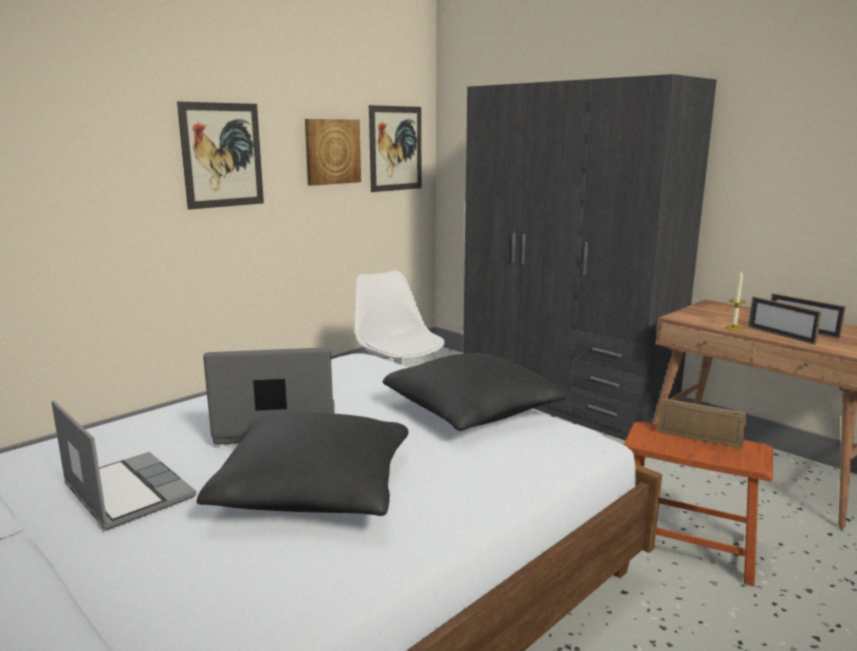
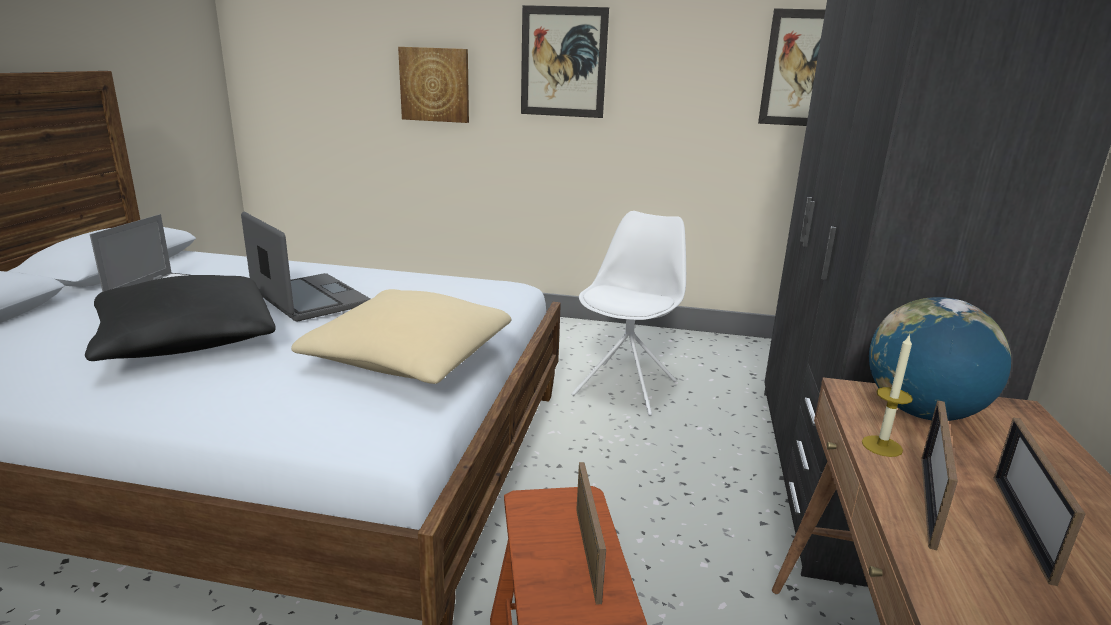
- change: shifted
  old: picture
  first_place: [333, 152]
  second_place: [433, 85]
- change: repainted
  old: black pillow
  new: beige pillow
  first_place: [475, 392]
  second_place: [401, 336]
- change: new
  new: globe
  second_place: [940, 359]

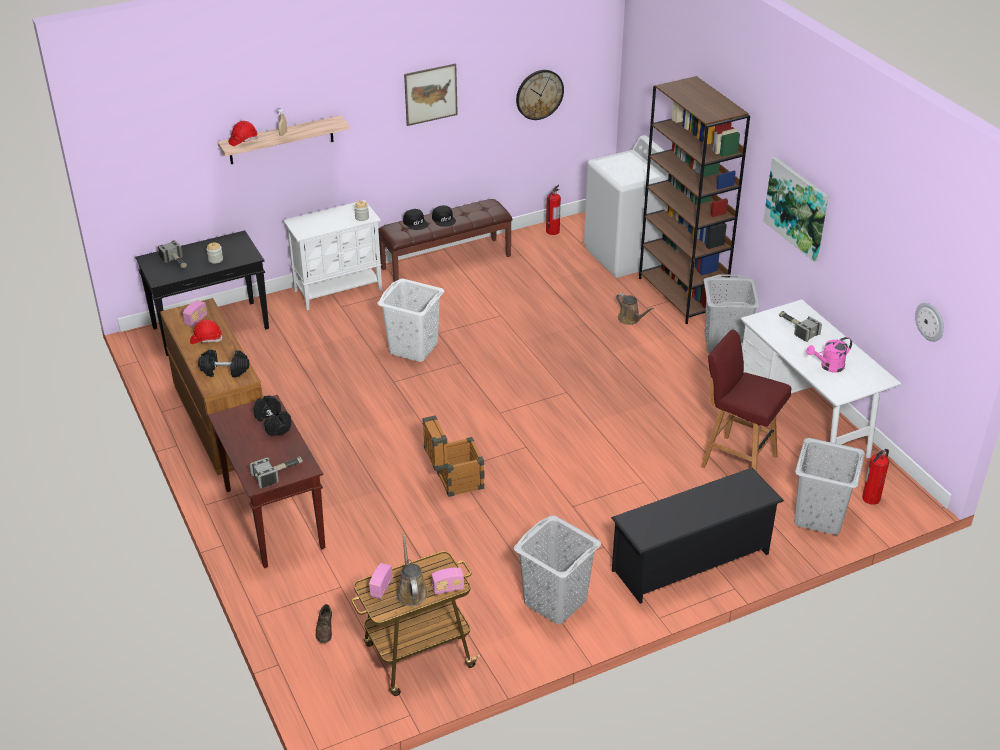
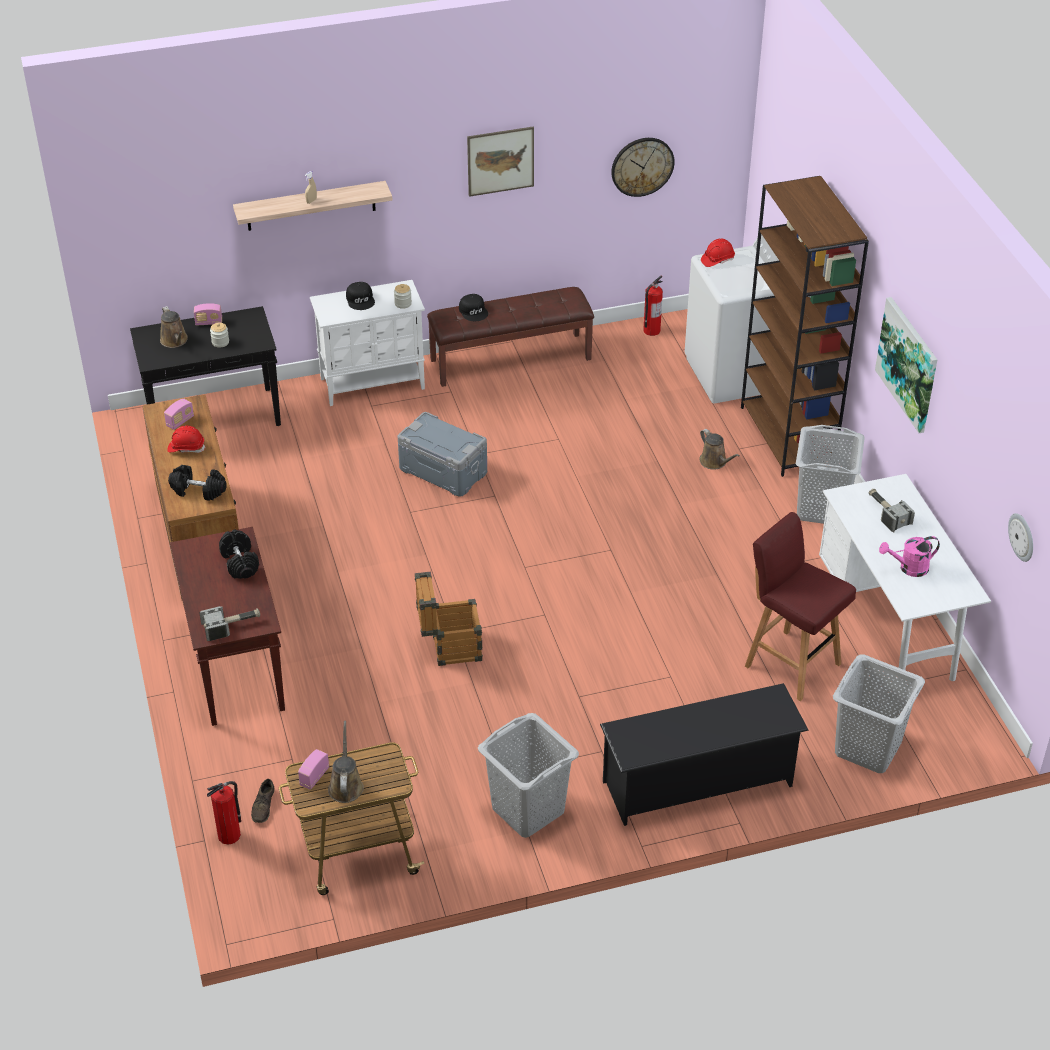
- change: shifted
  old: red hard hat
  first_place: [243, 133]
  second_place: [718, 252]
- change: shifted
  old: black cap
  first_place: [444, 216]
  second_place: [360, 296]
- change: swapped
  old: hammer
  new: brown watering can
  first_place: [172, 254]
  second_place: [174, 327]
- change: swapped
  old: white laundry basket
  new: grey storage box
  first_place: [411, 320]
  second_place: [442, 454]
- change: shifted
  old: fire extinguisher
  first_place: [875, 477]
  second_place: [224, 813]
- change: shifted
  old: radio
  first_place: [448, 581]
  second_place: [208, 314]

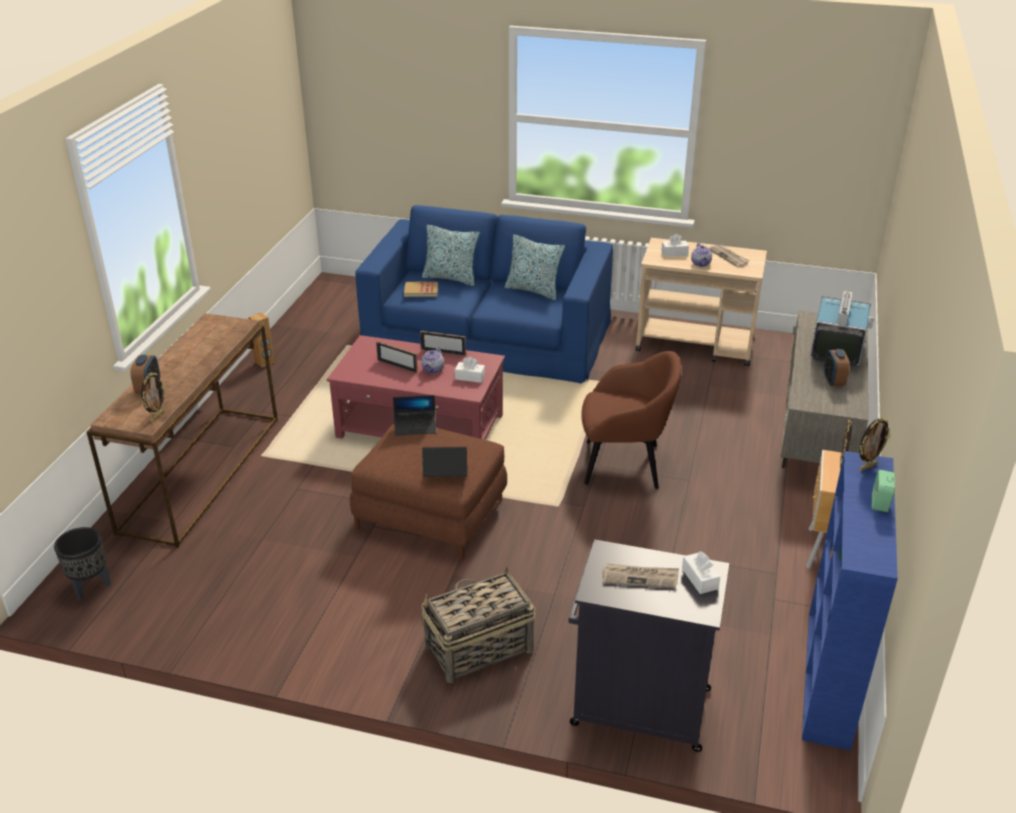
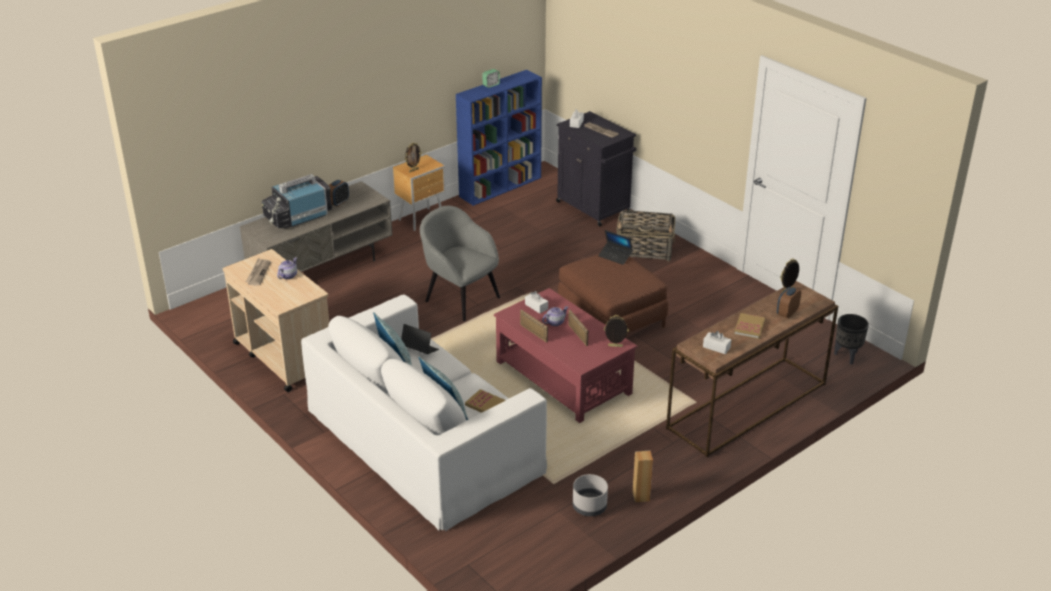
- change: repainted
  old: blue sofa
  new: white sofa
  first_place: [484, 294]
  second_place: [424, 412]
- change: shifted
  old: white tissue box
  first_place: [675, 245]
  second_place: [717, 342]
- change: repainted
  old: brown armchair
  new: grey armchair
  first_place: [631, 420]
  second_place: [460, 263]
- change: shifted
  old: laptop
  first_place: [414, 415]
  second_place: [420, 339]
- change: shifted
  old: picture frame
  first_place: [874, 444]
  second_place: [616, 331]
- change: new
  new: book
  second_place: [749, 326]
- change: new
  new: grey planter
  second_place: [590, 495]

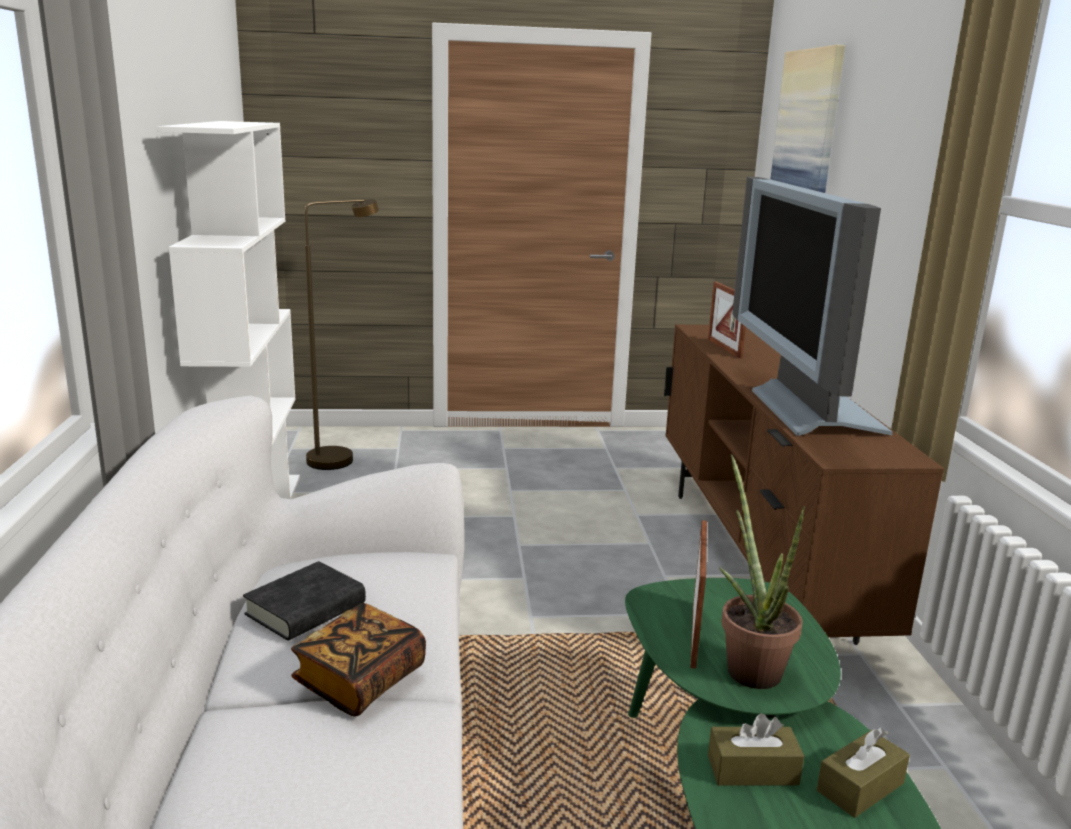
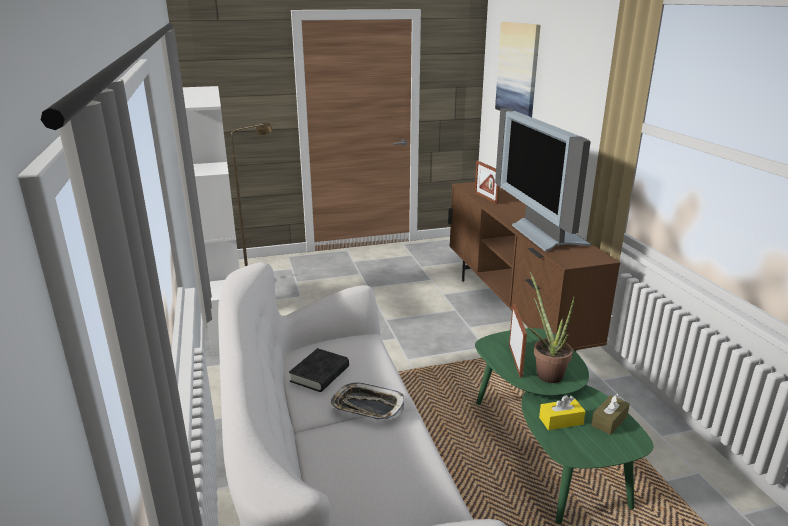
- change: swapped
  old: book
  new: tray
  first_place: [358, 660]
  second_place: [367, 401]
- change: repainted
  old: brown tissue box
  new: yellow tissue box
  first_place: [756, 749]
  second_place: [562, 412]

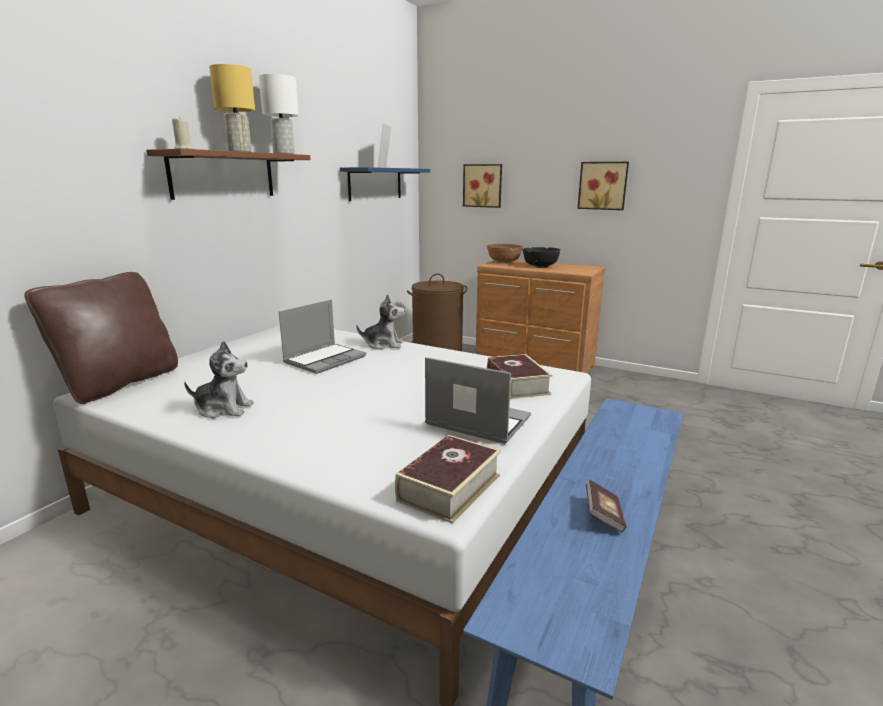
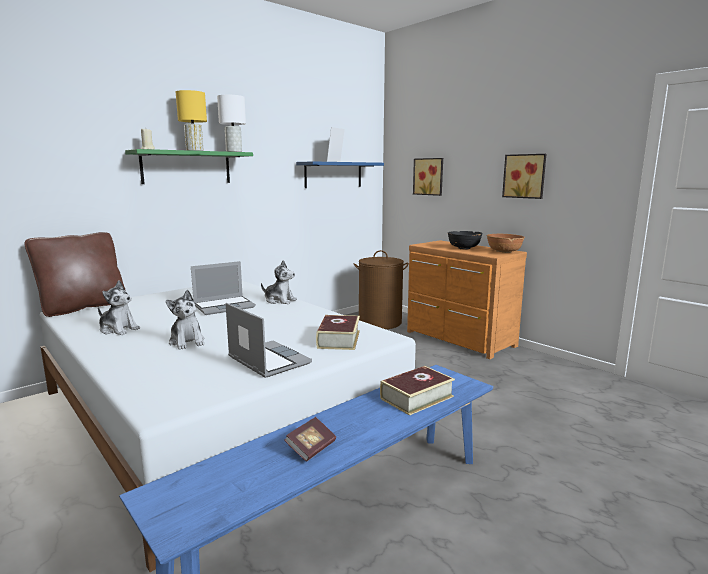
- change: repainted
  old: brown shelf
  new: green shelf
  first_place: [228, 174]
  second_place: [189, 166]
- change: shifted
  old: brown bowl
  first_place: [505, 253]
  second_place: [506, 243]
- change: shifted
  old: book
  first_place: [448, 479]
  second_place: [417, 391]
- change: new
  new: plush toy
  second_place: [185, 320]

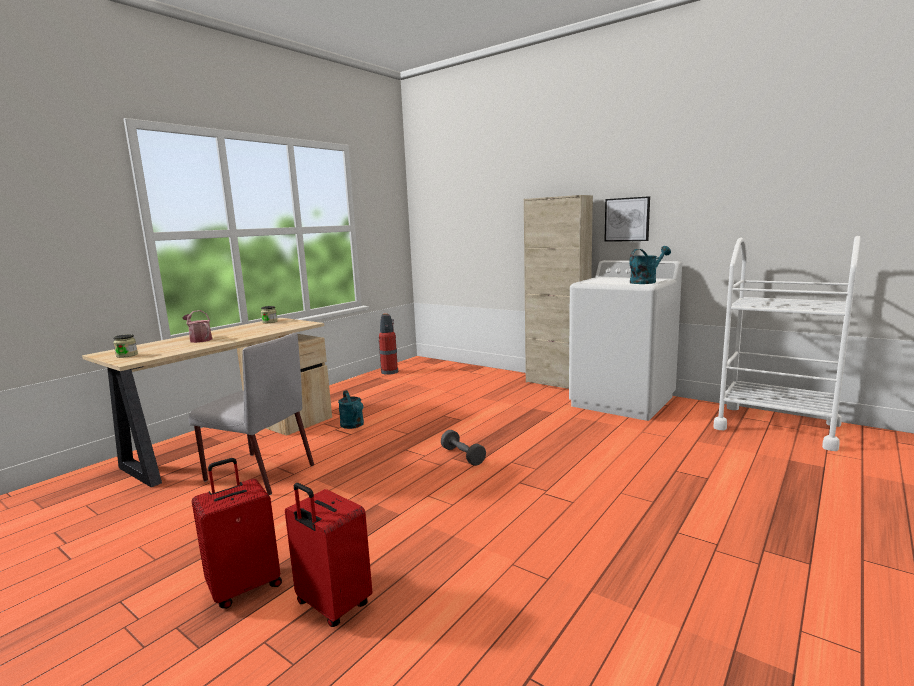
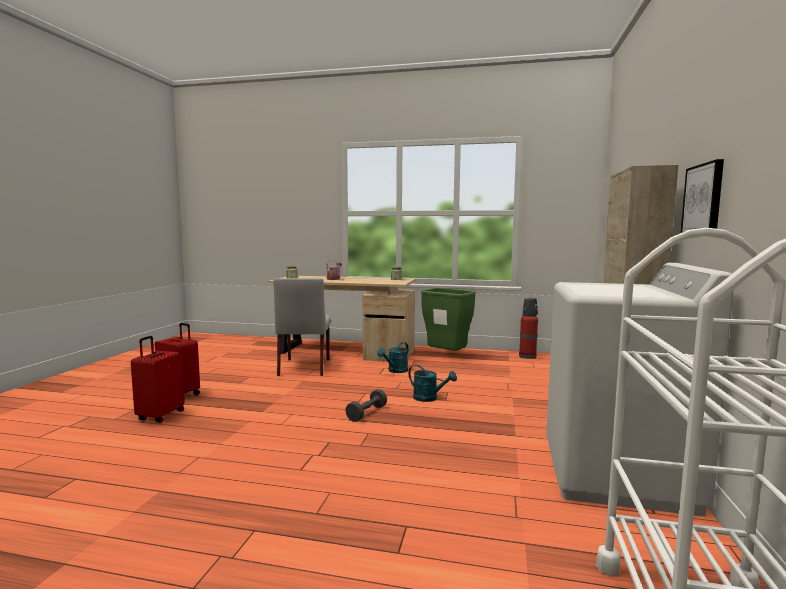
- change: shifted
  old: turquoise watering can
  first_place: [650, 265]
  second_place: [433, 383]
- change: new
  new: green trash can
  second_place: [448, 319]

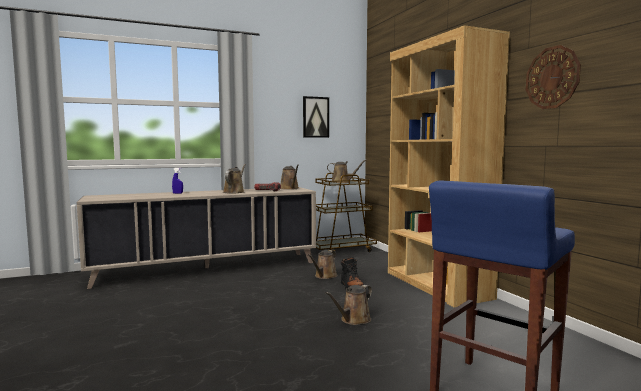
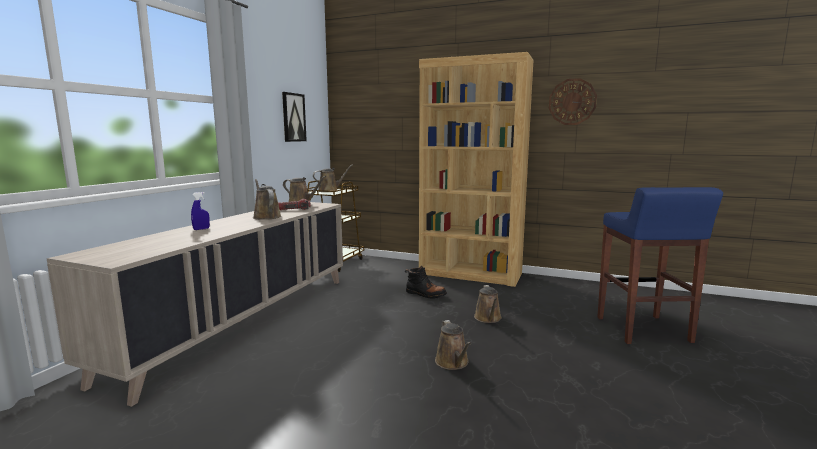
- change: shifted
  old: brown watering can
  first_place: [322, 264]
  second_place: [453, 345]

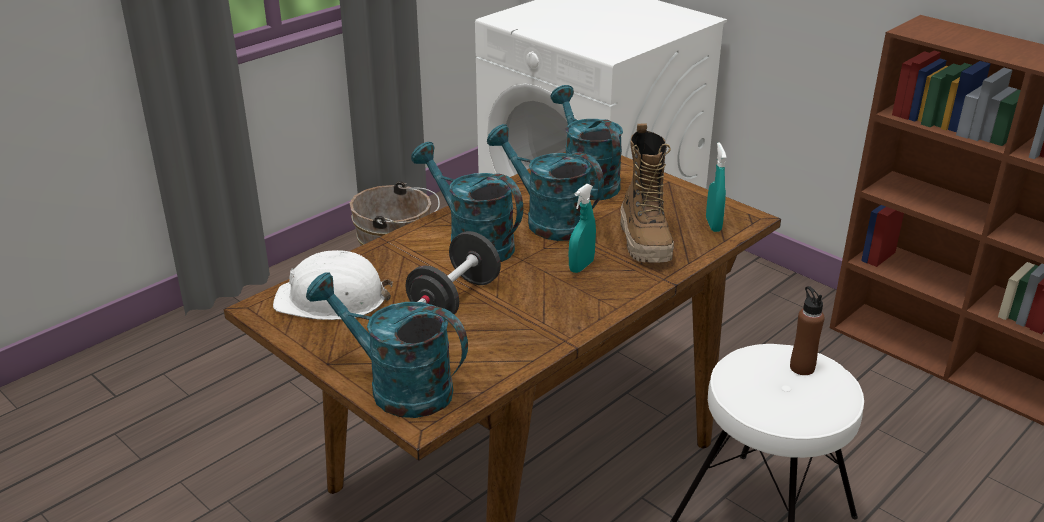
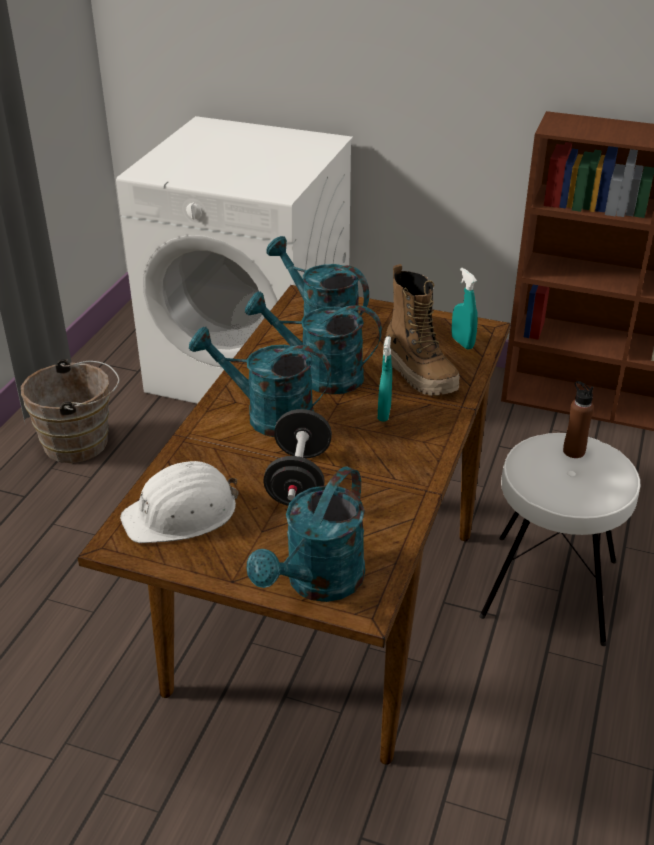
- change: rotated
  old: turquoise watering can
  first_place: [387, 345]
  second_place: [306, 534]
  degrees: -60

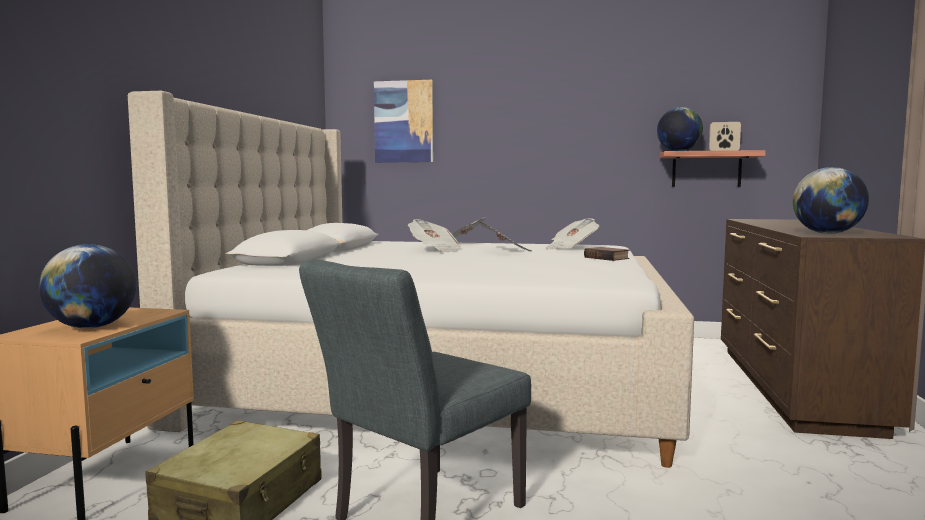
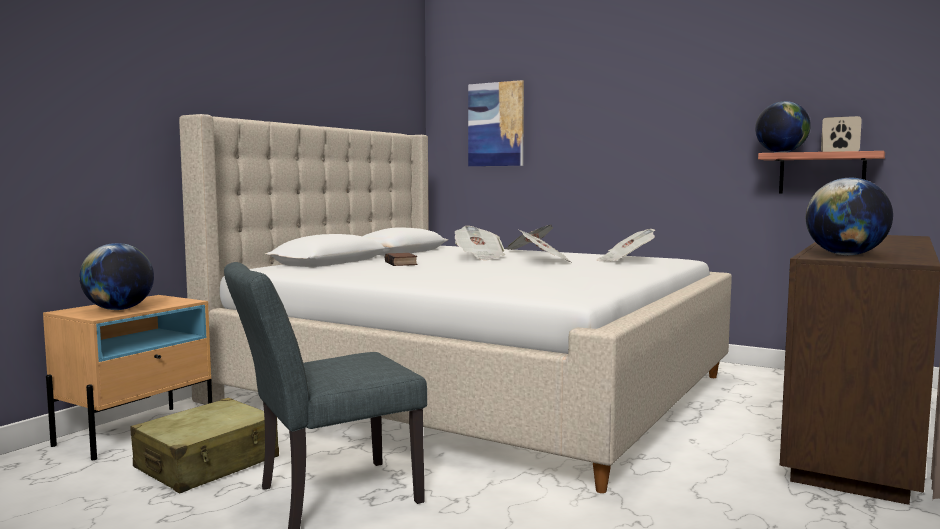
- change: shifted
  old: book
  first_place: [606, 254]
  second_place: [401, 259]

